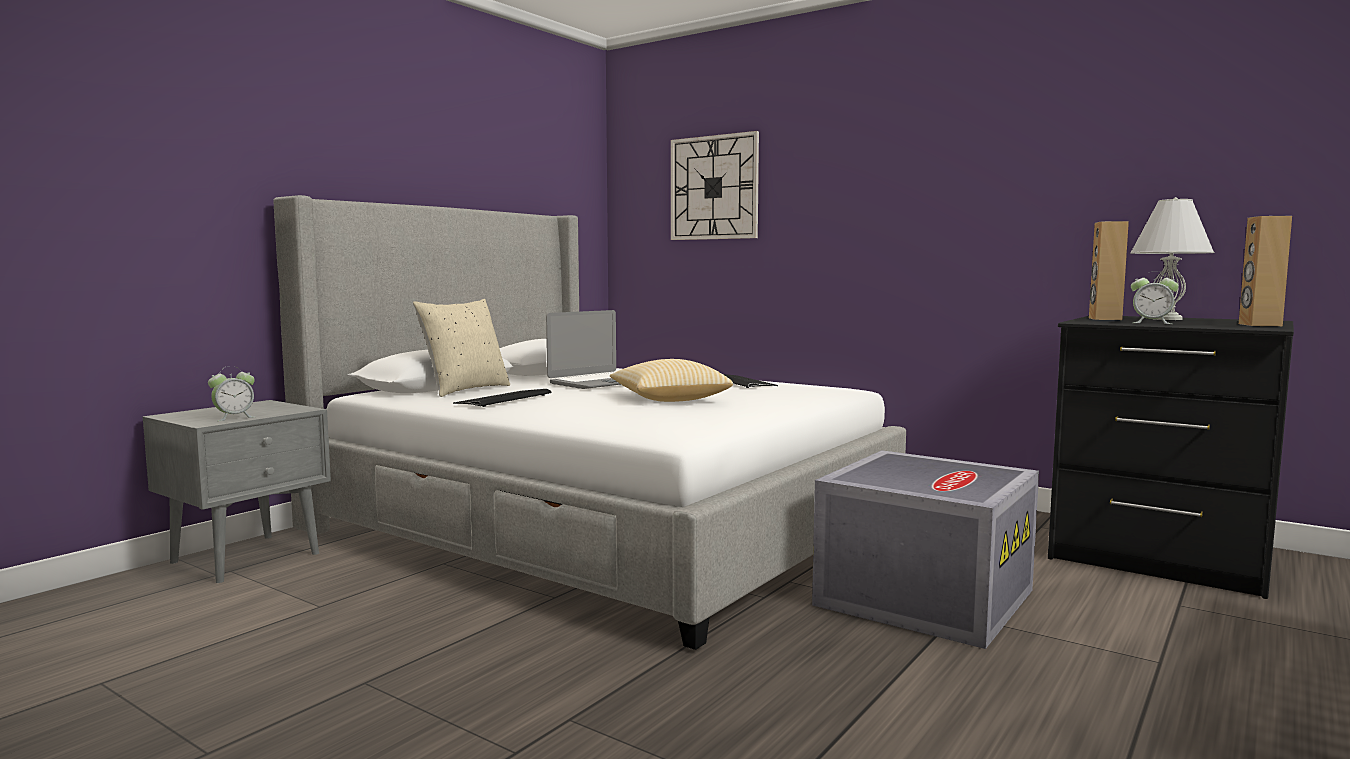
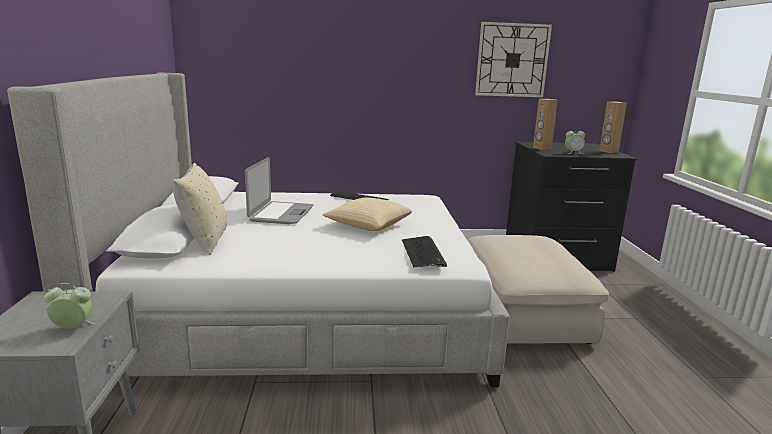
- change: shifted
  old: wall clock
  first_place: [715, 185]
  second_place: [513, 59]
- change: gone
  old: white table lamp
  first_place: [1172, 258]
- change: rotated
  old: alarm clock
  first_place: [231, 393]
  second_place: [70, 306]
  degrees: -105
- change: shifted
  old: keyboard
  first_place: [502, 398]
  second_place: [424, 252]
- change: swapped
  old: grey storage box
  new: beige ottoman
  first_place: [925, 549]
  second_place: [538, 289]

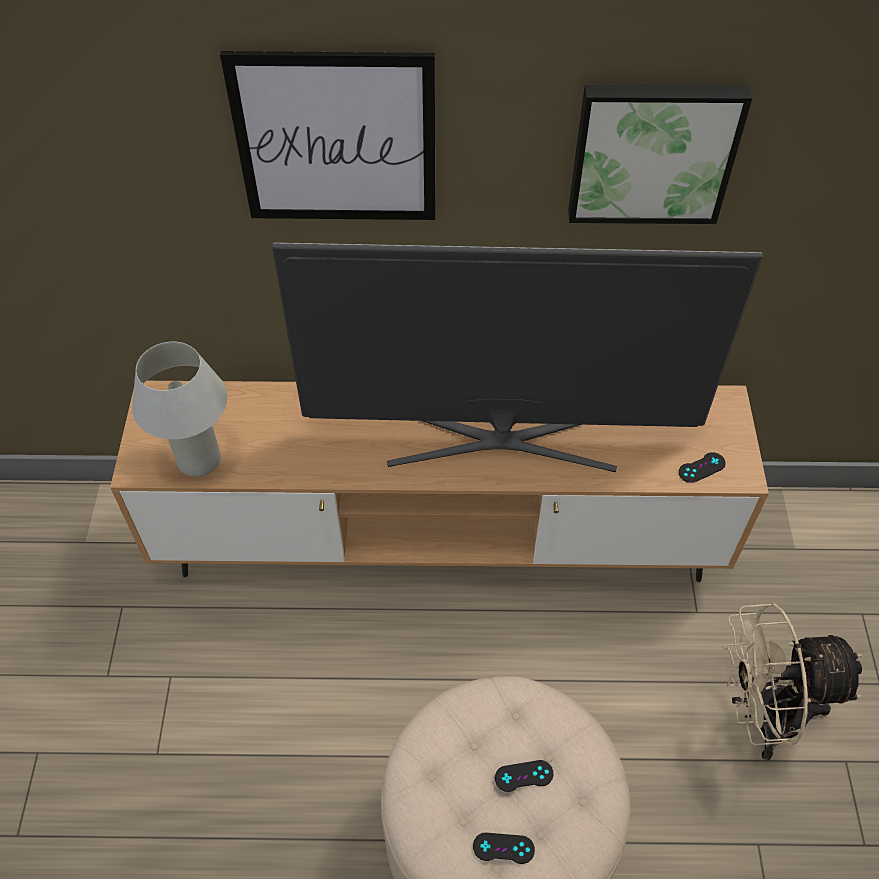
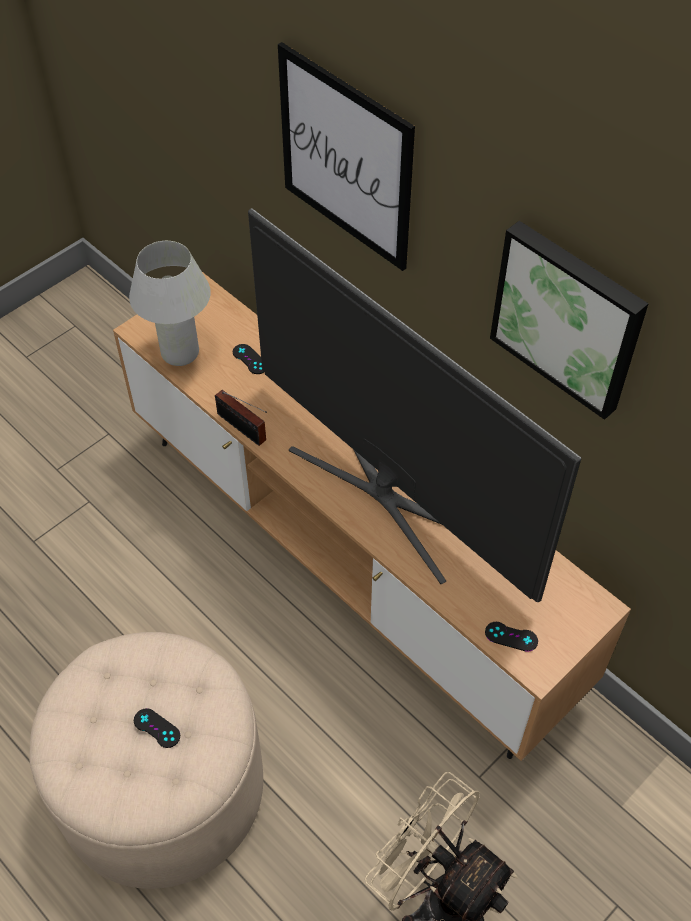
- change: shifted
  old: black game controller
  first_place: [504, 848]
  second_place: [248, 359]
- change: new
  new: radio
  second_place: [241, 418]

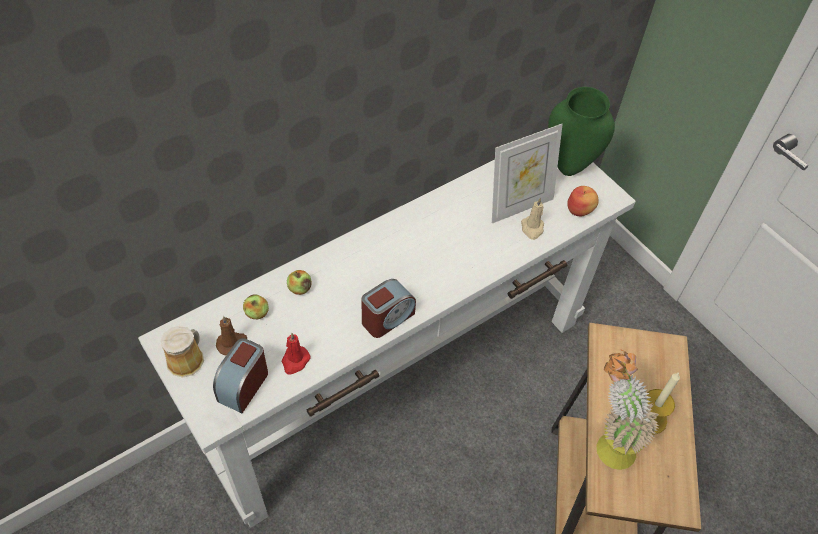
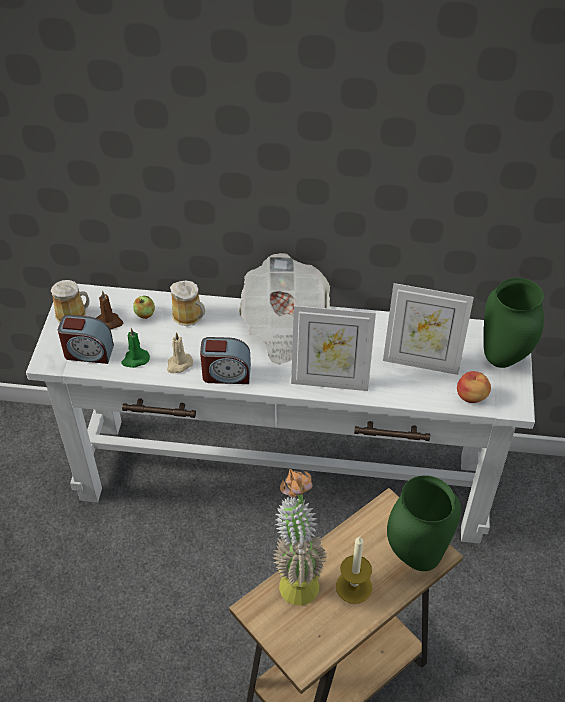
- change: shifted
  old: beige candle
  first_place: [532, 219]
  second_place: [180, 352]
- change: swapped
  old: apple
  new: mug
  first_place: [299, 282]
  second_place: [187, 303]
- change: repainted
  old: red candle
  new: green candle
  first_place: [296, 354]
  second_place: [136, 348]
- change: rotated
  old: alarm clock
  first_place: [240, 375]
  second_place: [86, 339]
  degrees: -150
- change: new
  new: newspaper
  second_place: [284, 308]
- change: new
  new: picture frame
  second_place: [333, 348]
- change: new
  new: green vase
  second_place: [424, 523]

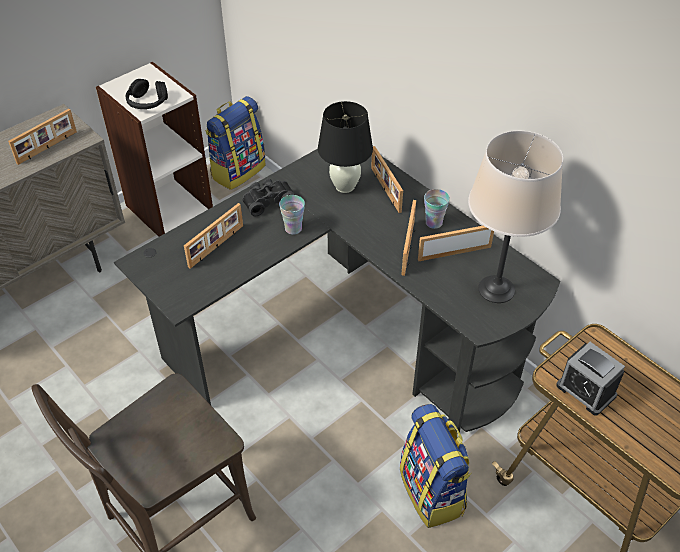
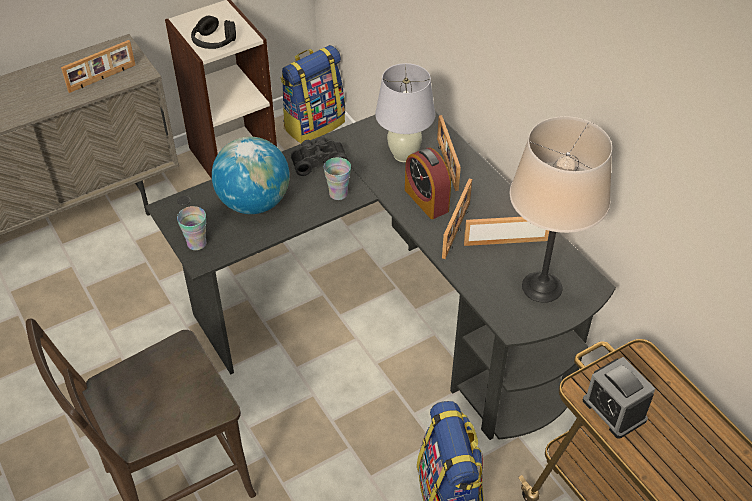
- change: repainted
  old: black table lamp
  new: white table lamp
  first_place: [345, 147]
  second_place: [405, 112]
- change: shifted
  old: cup
  first_place: [437, 209]
  second_place: [191, 228]
- change: swapped
  old: picture frame
  new: globe
  first_place: [213, 236]
  second_place: [251, 175]
- change: new
  new: alarm clock
  second_place: [428, 183]

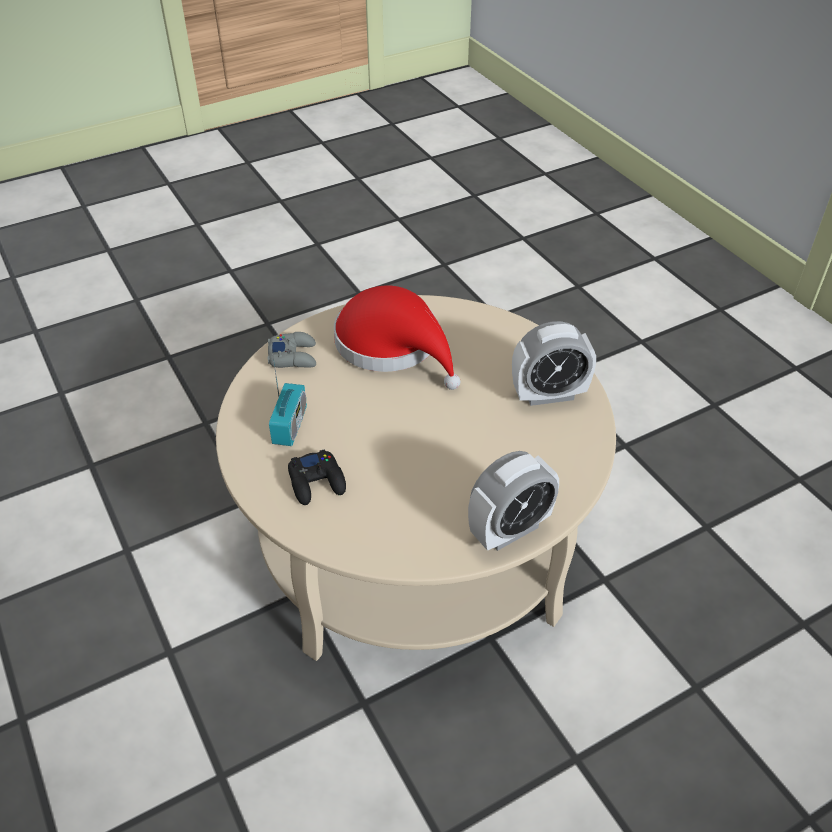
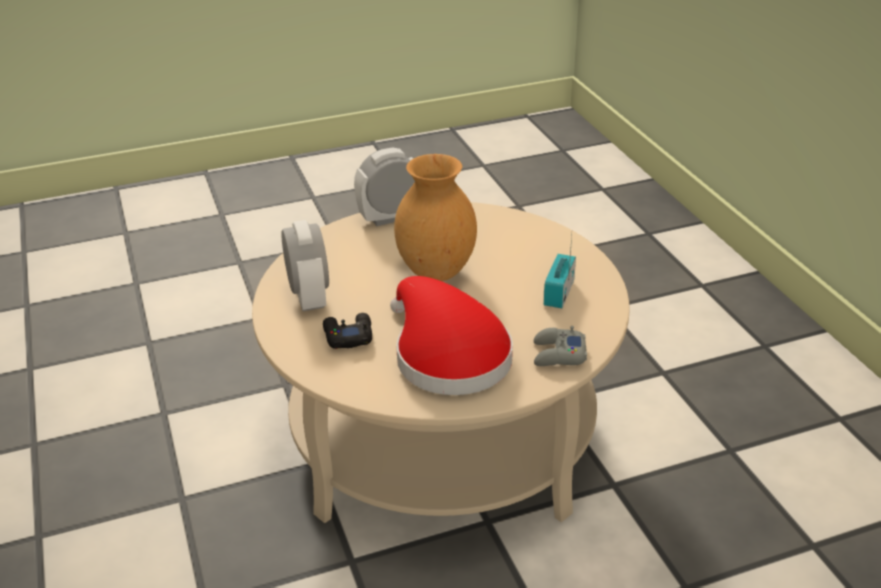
- change: rotated
  old: alarm clock
  first_place: [554, 363]
  second_place: [305, 266]
  degrees: 75
- change: shifted
  old: black game controller
  first_place: [317, 477]
  second_place: [347, 331]
- change: new
  new: brown vase
  second_place: [435, 217]

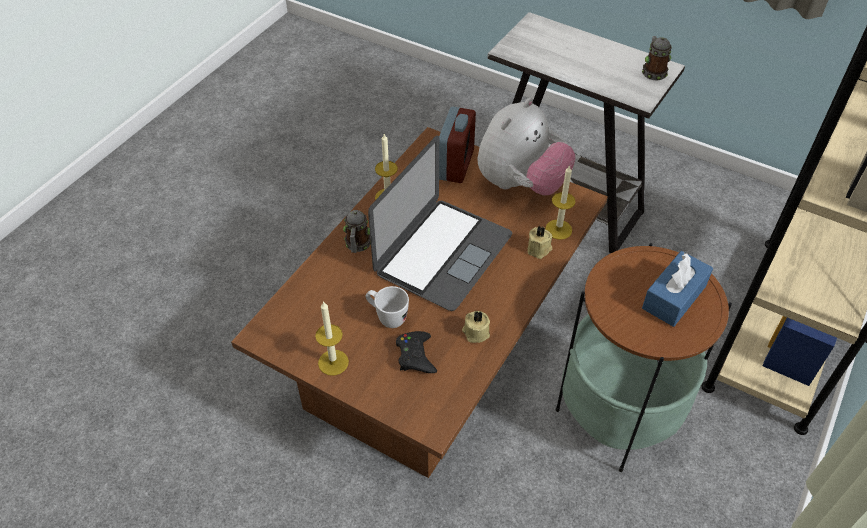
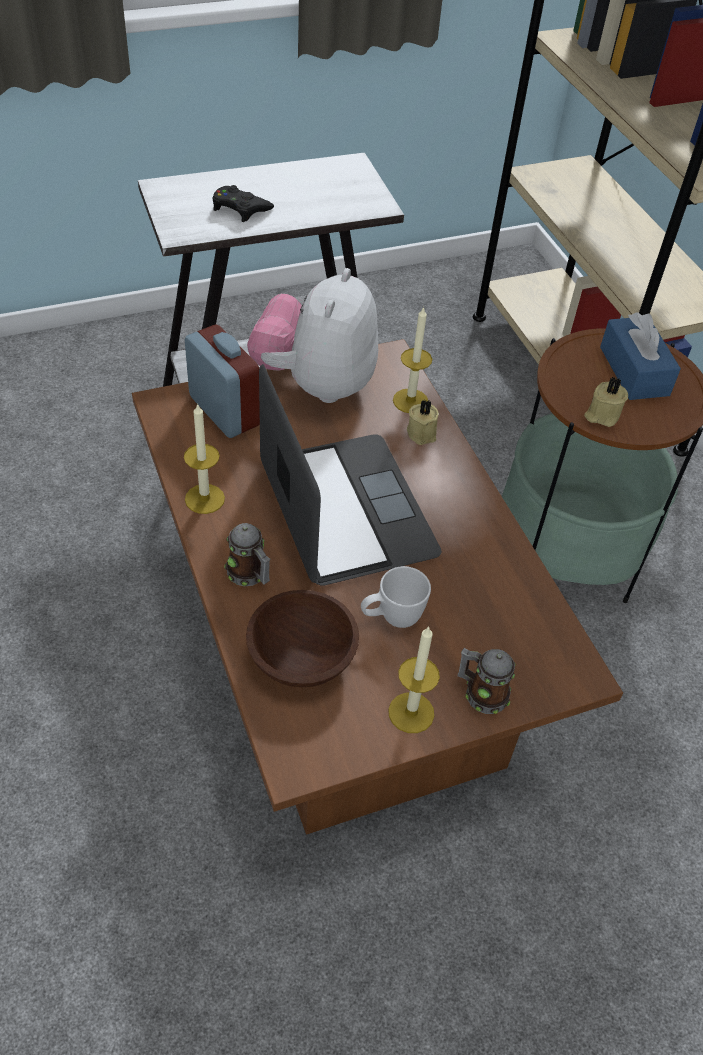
- change: shifted
  old: mug
  first_place: [657, 58]
  second_place: [486, 681]
- change: rotated
  old: plush toy
  first_place: [526, 146]
  second_place: [312, 335]
  degrees: -150
- change: shifted
  old: beige candle
  first_place: [476, 326]
  second_place: [606, 402]
- change: shifted
  old: black game controller
  first_place: [416, 352]
  second_place: [243, 203]
- change: new
  new: brown bowl
  second_place: [302, 638]

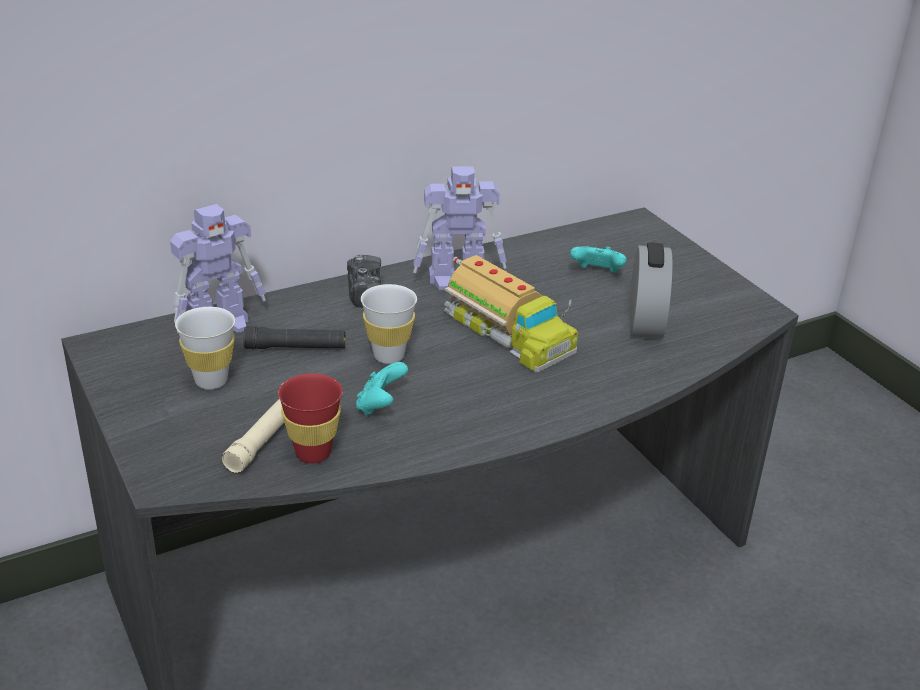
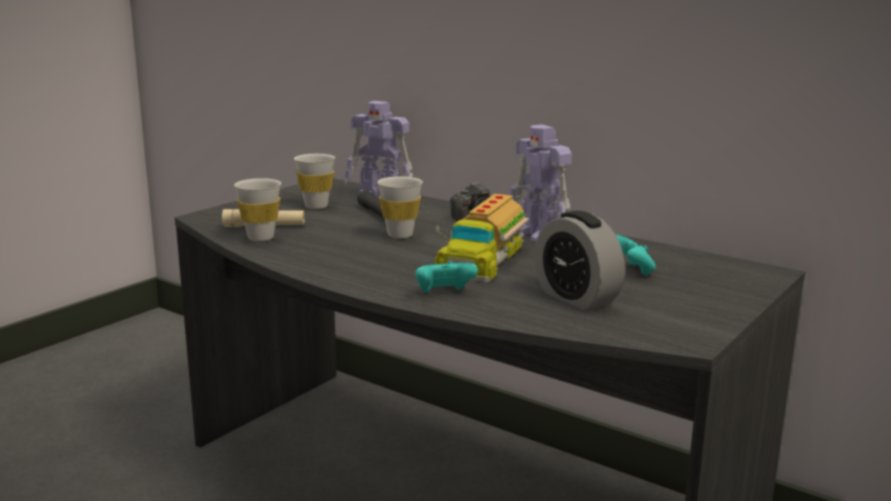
- change: rotated
  old: alarm clock
  first_place: [651, 290]
  second_place: [579, 260]
  degrees: 75
- change: shifted
  old: turquoise game controller
  first_place: [382, 389]
  second_place: [446, 276]
- change: repainted
  old: red cup
  new: white cup
  first_place: [310, 418]
  second_place: [257, 209]

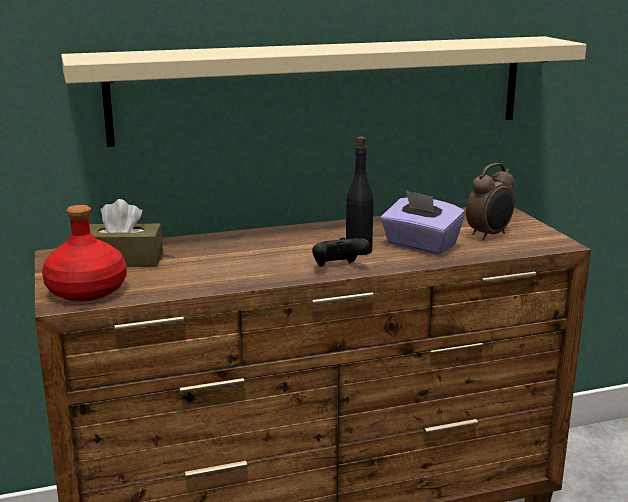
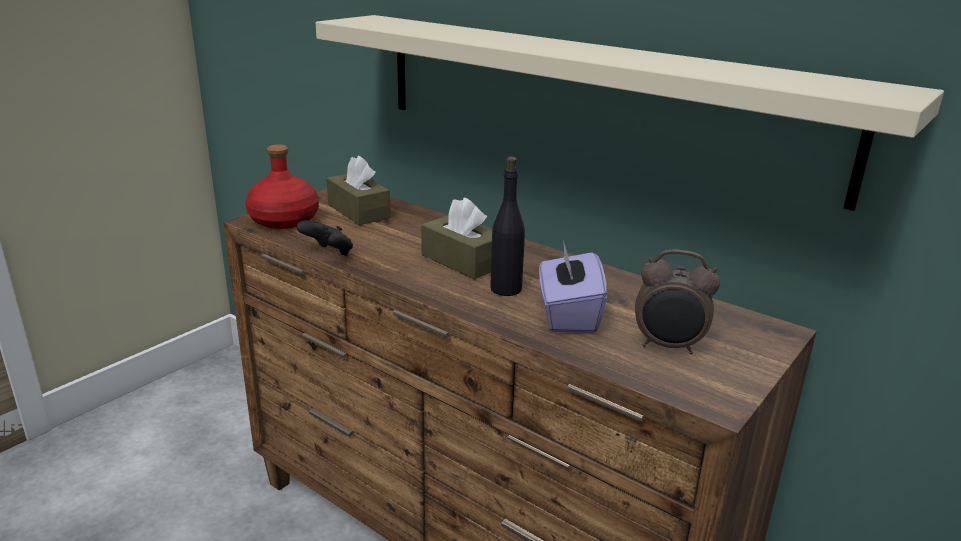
- change: shifted
  old: black game controller
  first_place: [340, 252]
  second_place: [324, 238]
- change: new
  new: brown tissue box
  second_place: [456, 238]

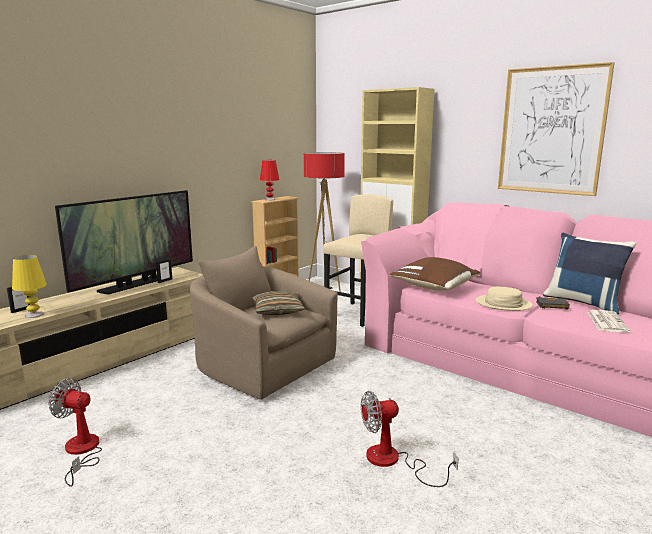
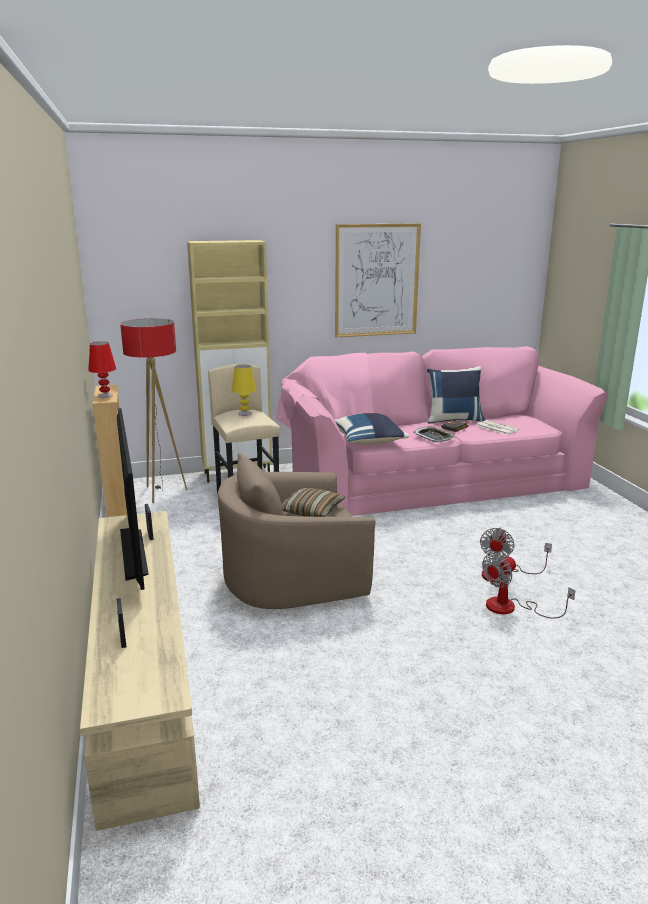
- change: shifted
  old: yellow table lamp
  first_place: [29, 286]
  second_place: [244, 390]
- change: repainted
  old: brown pillow
  new: blue pillow
  first_place: [435, 274]
  second_place: [372, 429]
- change: swapped
  old: beige hat
  new: tray
  first_place: [504, 299]
  second_place: [434, 434]
- change: shifted
  old: fan
  first_place: [75, 432]
  second_place: [529, 585]

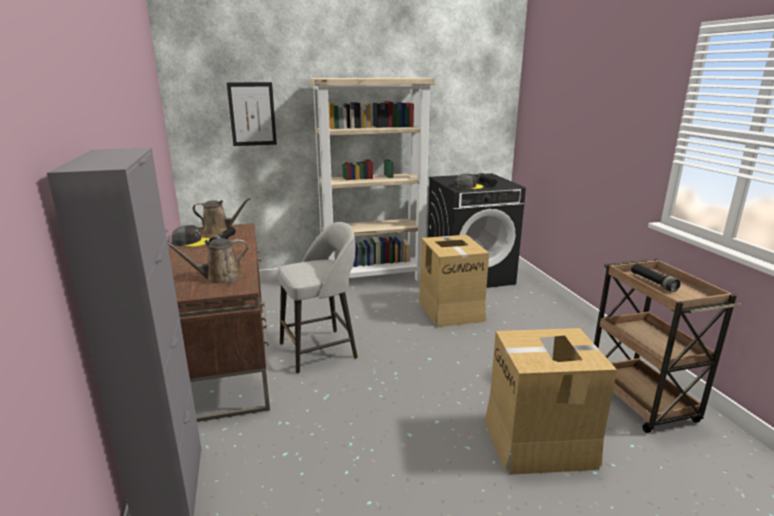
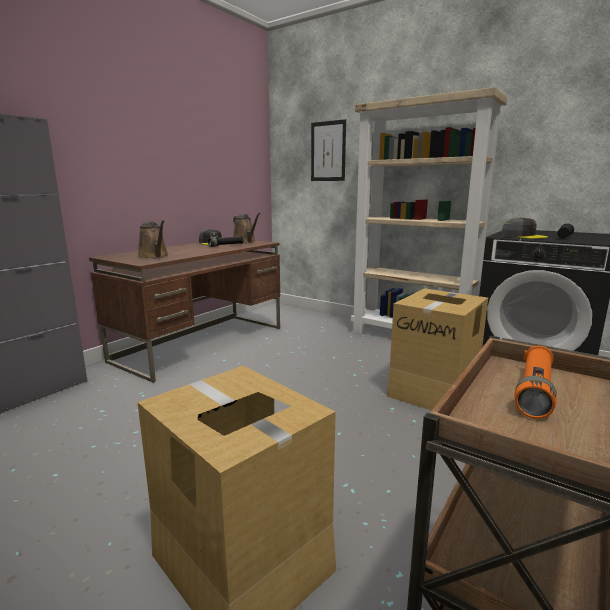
- change: gone
  old: grey stool
  first_place: [318, 298]
- change: rotated
  old: brown watering can
  first_place: [208, 261]
  second_place: [153, 239]
  degrees: -150
- change: repainted
  old: black flashlight
  new: orange flashlight
  first_place: [656, 277]
  second_place: [536, 382]

